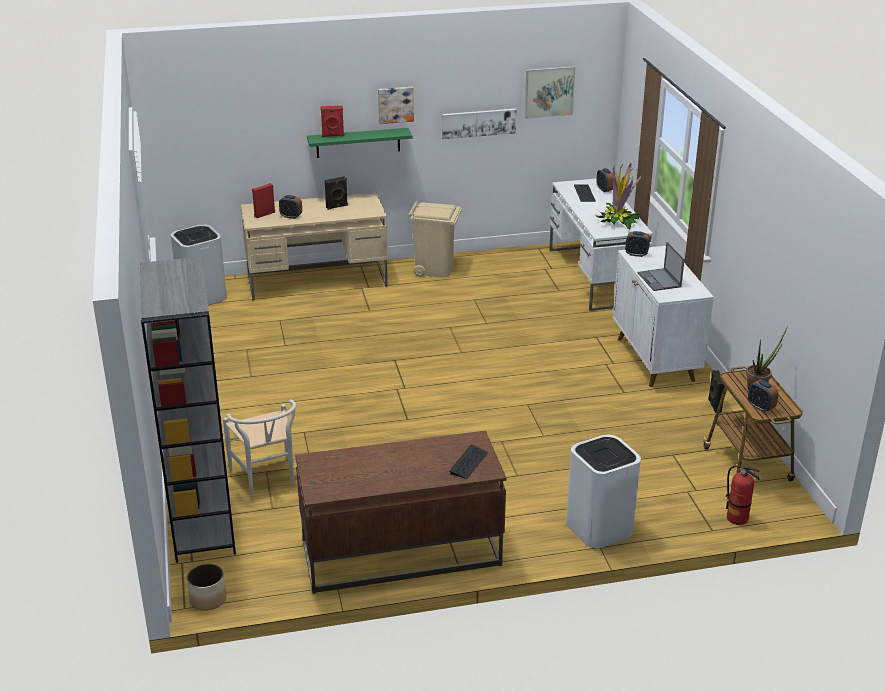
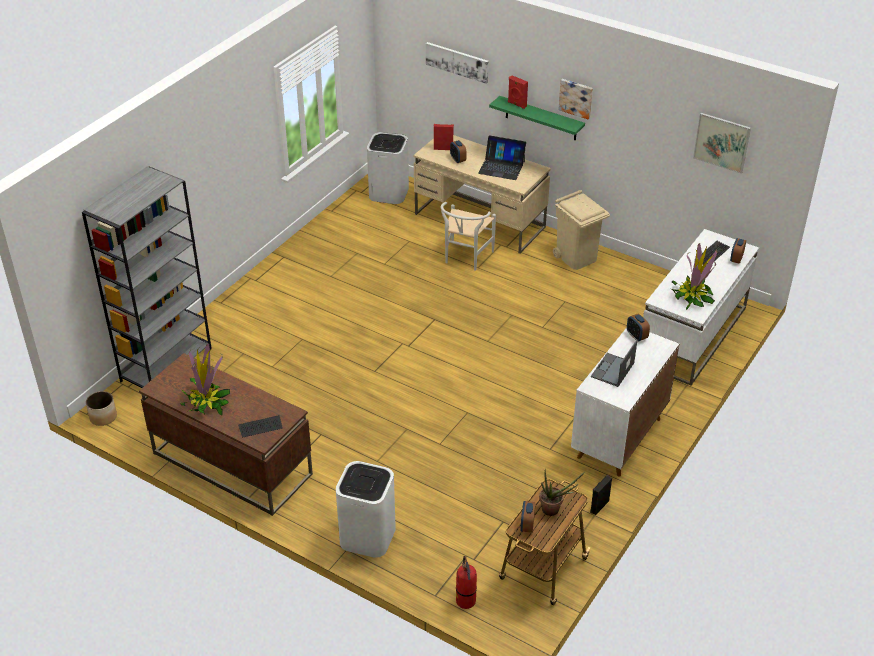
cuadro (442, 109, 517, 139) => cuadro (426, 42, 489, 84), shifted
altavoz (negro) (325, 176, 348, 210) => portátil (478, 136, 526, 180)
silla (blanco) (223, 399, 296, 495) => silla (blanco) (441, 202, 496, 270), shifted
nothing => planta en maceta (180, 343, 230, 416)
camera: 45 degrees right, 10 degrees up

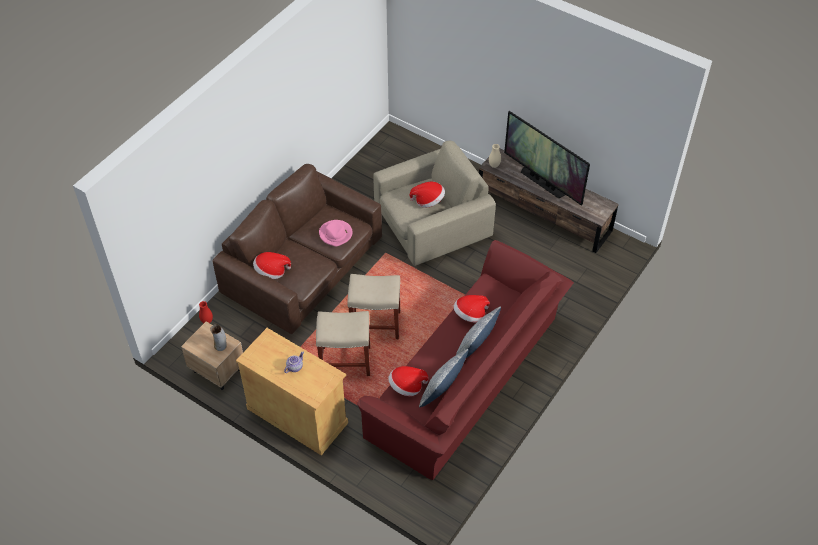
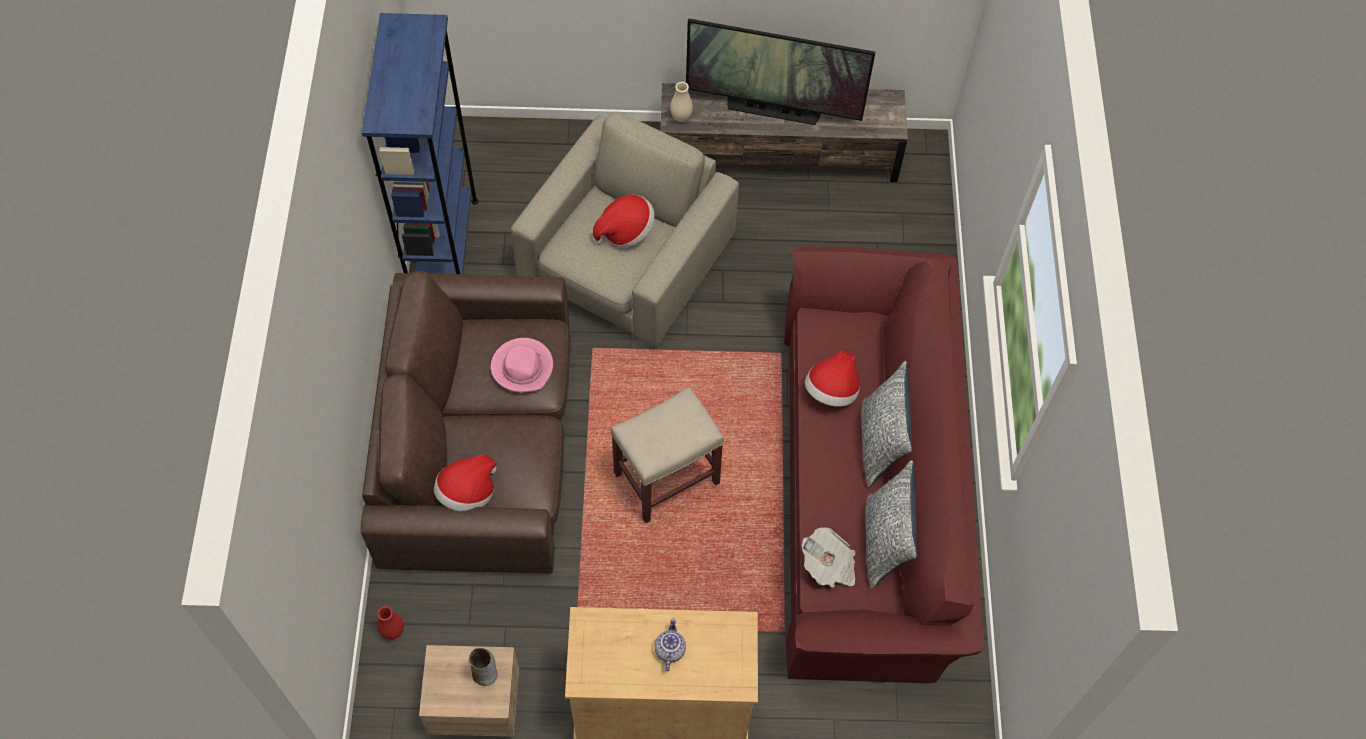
taburete (beis) (316, 311, 370, 376) => nothing
sombrero (388, 366, 429, 396) => periódico (802, 527, 855, 588)
nothing => estantería (azul) (362, 13, 479, 274)
camera: 35 degrees left, 10 degrees up

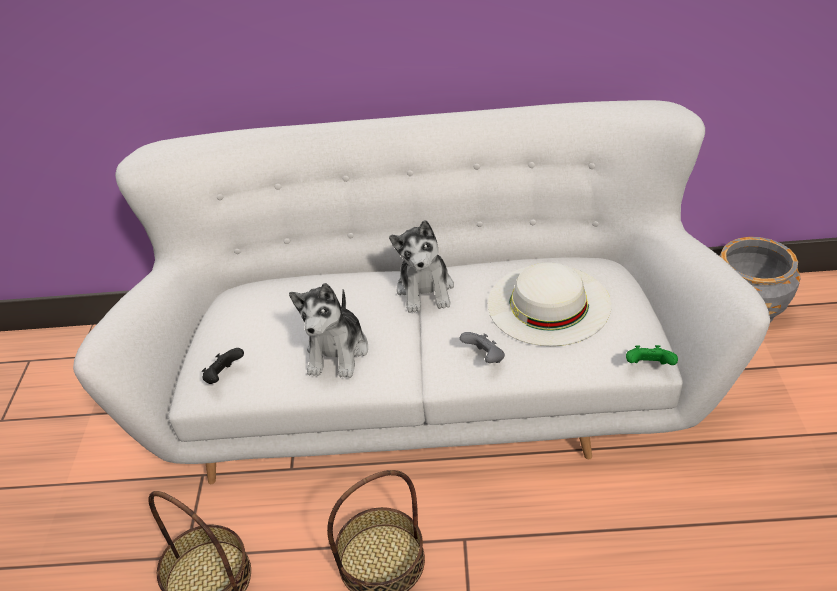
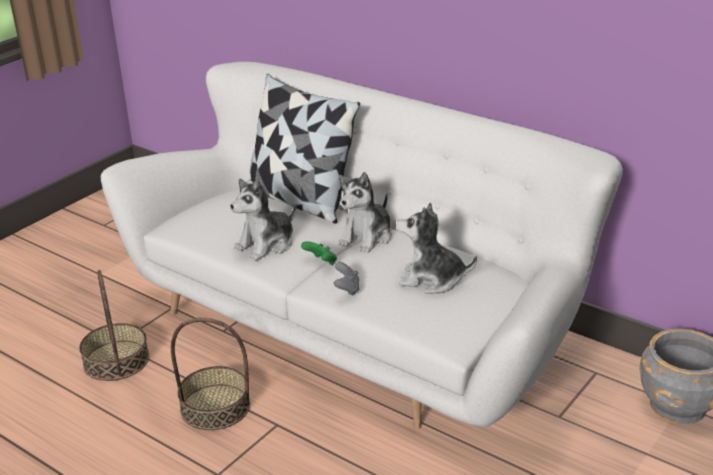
sombrero (blanco) (488, 262, 611, 346) => peluche (397, 202, 477, 294)
mando de consola (verde) (626, 345, 678, 365) => mando de consola (verde) (301, 241, 337, 265), shifted
mando de consola (negro) (202, 348, 244, 384) => nothing
nothing => cojín (246, 74, 360, 224)
camera: 35 degrees right, 10 degrees down

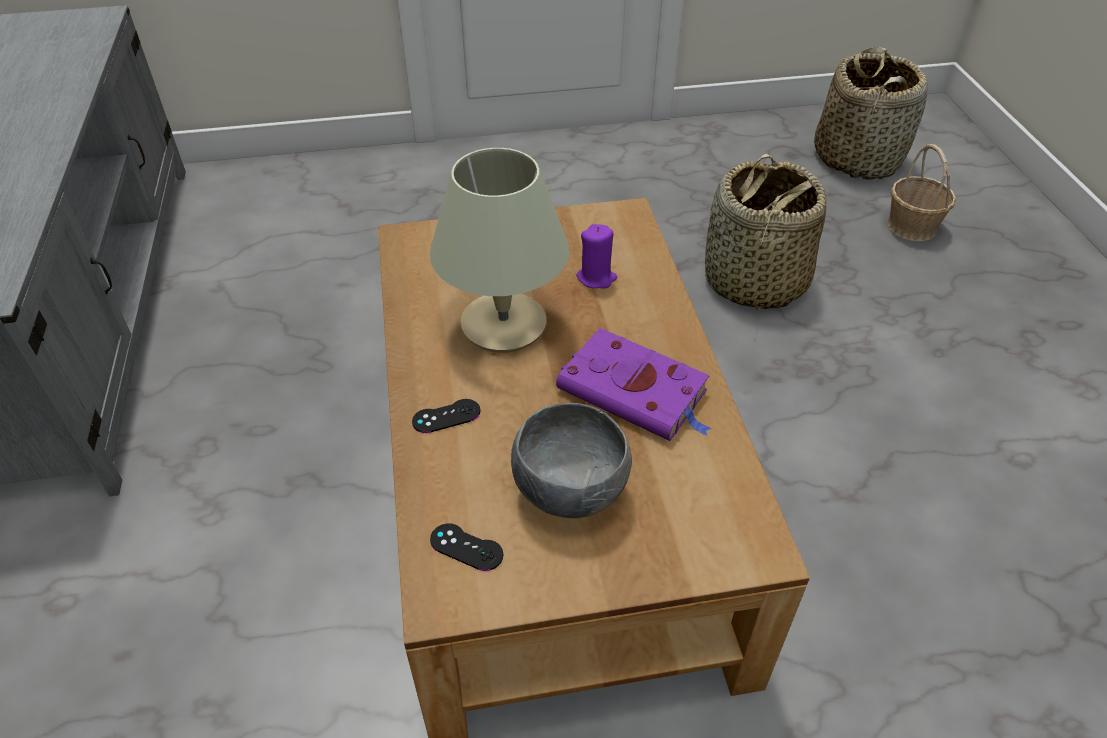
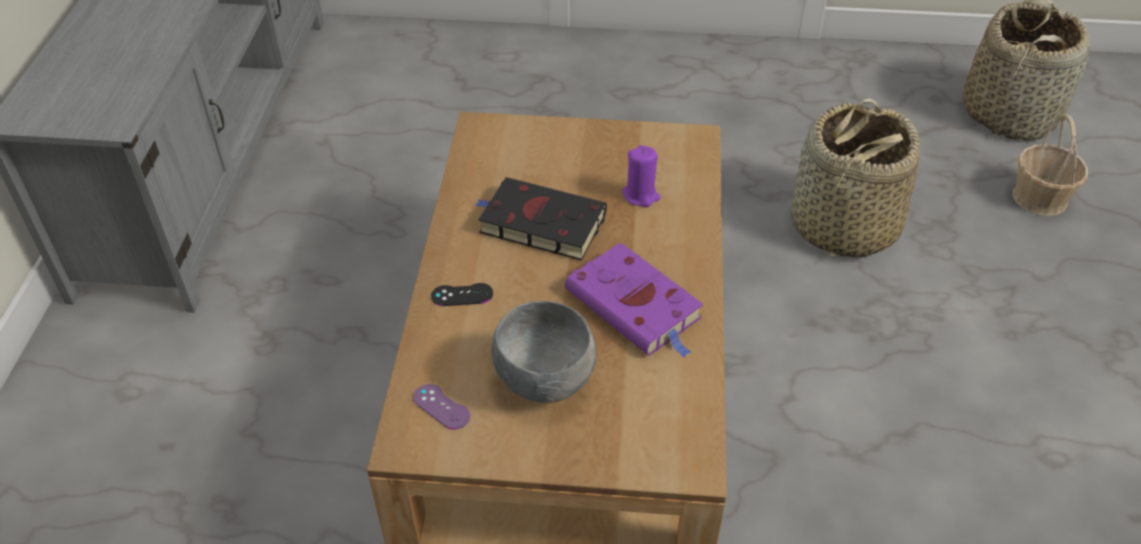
lámpara de mesa (beis) (430, 148, 569, 353) => libro (negro) (475, 177, 607, 261)
mando de consola (negro) (430, 523, 503, 571) => mando de consola (morado) (413, 384, 470, 429)
camera: 15 degrees right, 0 degrees up

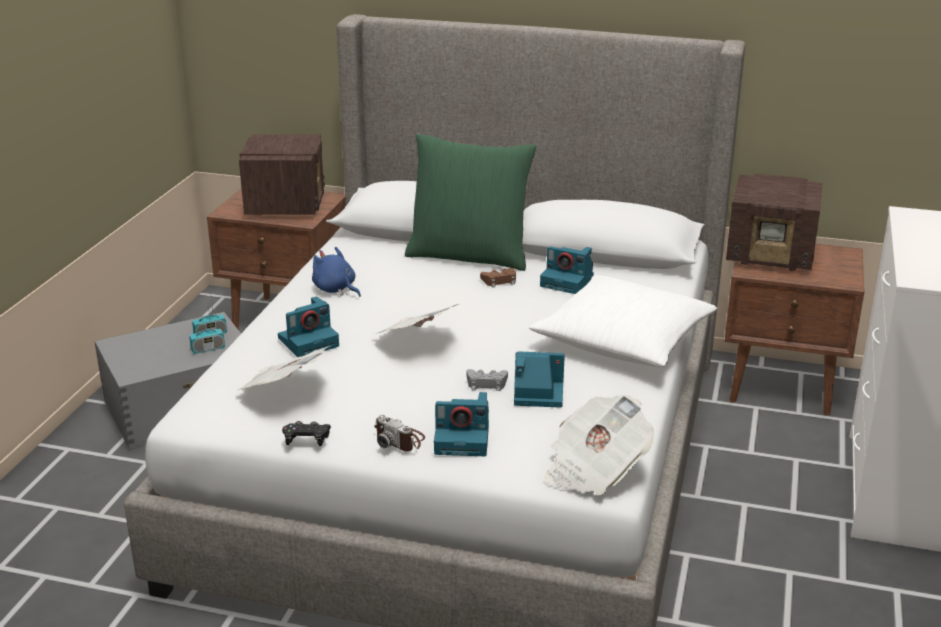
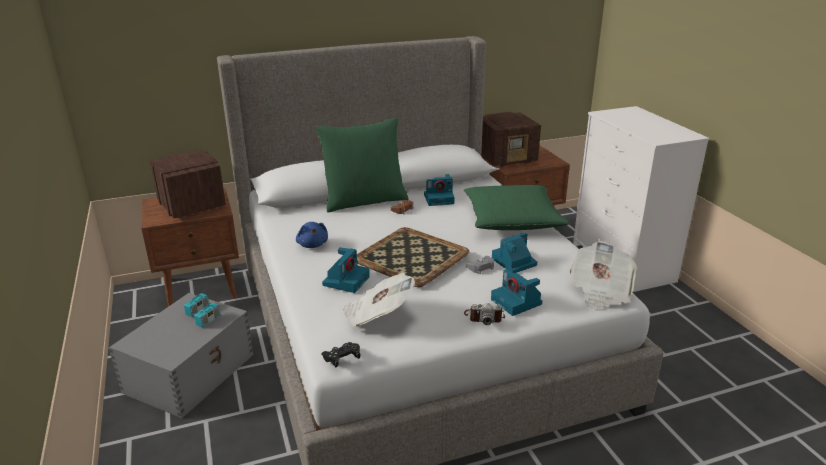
peluche (azul) (312, 247, 361, 297) => peluche (azul) (296, 222, 328, 248), 120 degrees counterclockwise
cojín (blanco) (529, 275, 718, 367) => cojín (verde) (464, 185, 570, 230)
periódico (375, 304, 458, 334) => bandeja (357, 227, 469, 287)
cámara (434, 392, 489, 456) => cámara (491, 269, 542, 316), 90 degrees clockwise
mando de consola (negro) (282, 421, 331, 446) => mando de consola (negro) (321, 342, 361, 368), shifted
camera: 35 degrees left, 0 degrees up

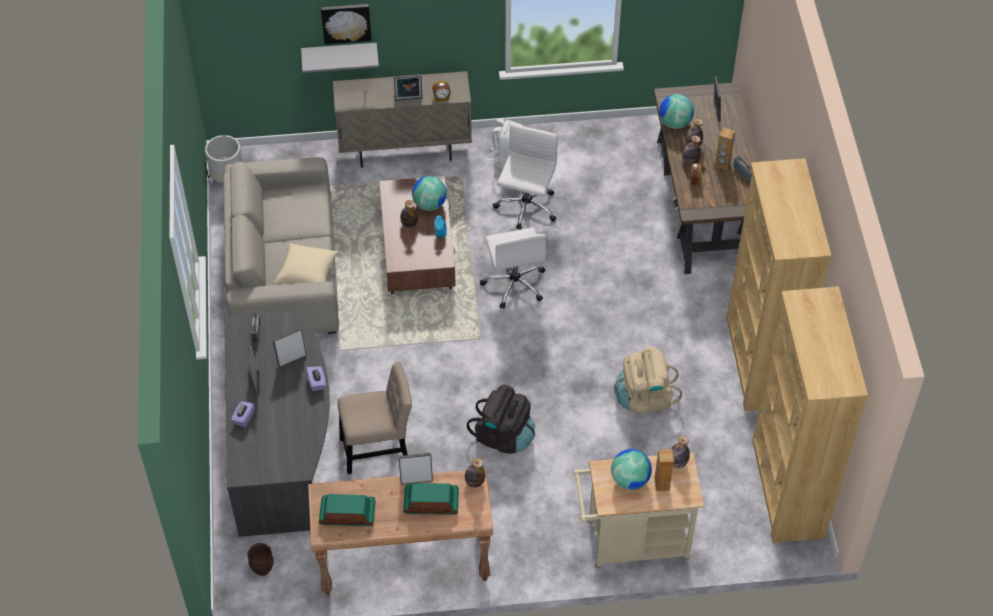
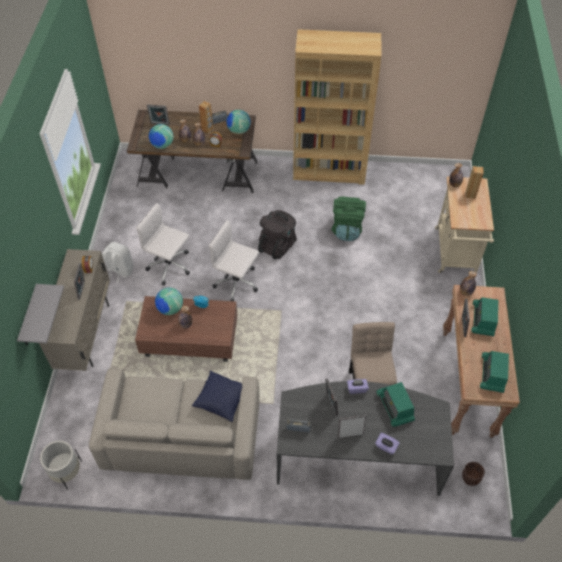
cuadro (321, 4, 372, 44) => nothing
silla de oficina (blanco) (480, 227, 547, 309) => silla de oficina (blanco) (209, 220, 259, 301), 150 degrees counterclockwise
cojín (beis) (273, 243, 338, 284) => cojín (azul) (192, 370, 242, 422)
estantería (marrón) (752, 286, 868, 543) => nothing
mochila (beis) (614, 347, 682, 413) => mochila (verde) (332, 196, 366, 241)
mochila (negro) (467, 385, 535, 454) => mochila (negro) (258, 210, 297, 259), shifted
globo terráqueo (611, 449, 652, 490) => globo terráqueo (226, 110, 251, 134), shifted
nothing => radio (376, 382, 415, 427)
camera: 80 degrees left, 0 degrees up

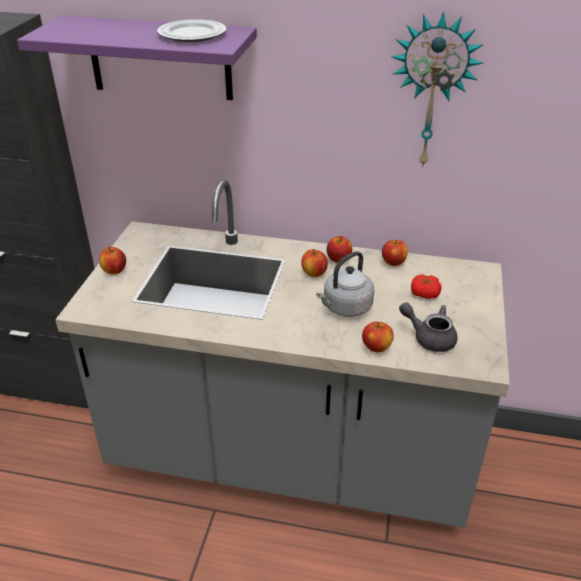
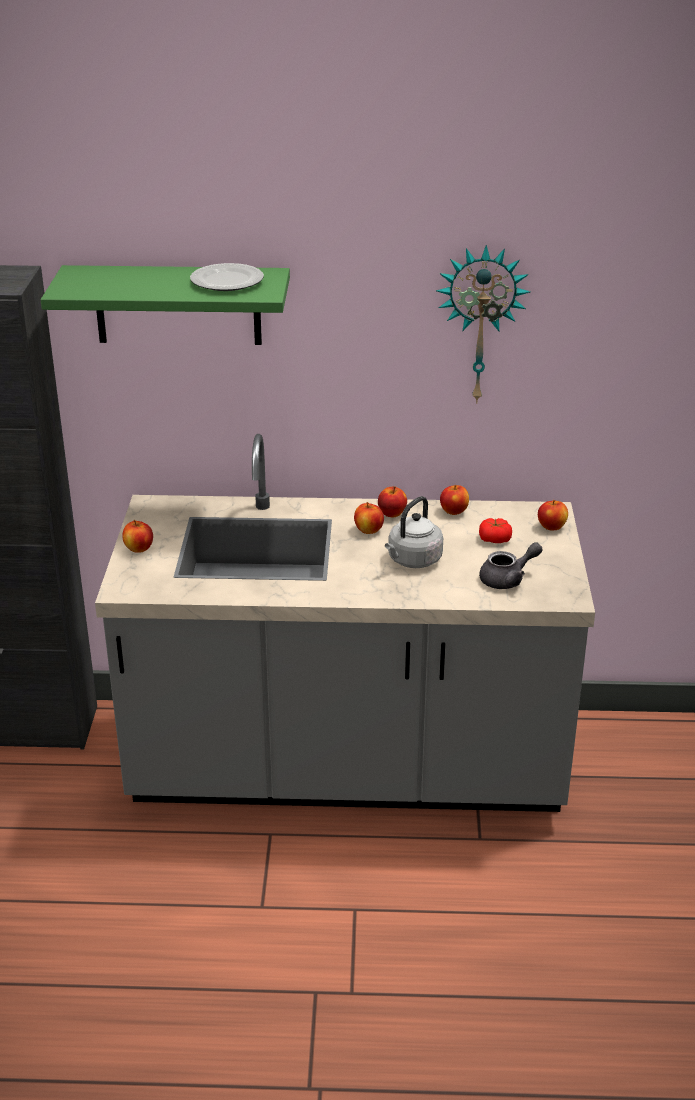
estante (morado) (17, 16, 257, 100) => estante (verde) (41, 265, 290, 345)
tetera (gris) (399, 302, 458, 352) => tetera (gris) (479, 542, 542, 589), 135 degrees clockwise
manzana (362, 322, 394, 352) => manzana (538, 500, 568, 530), shifted
camera: 10 degrees left, 5 degrees down

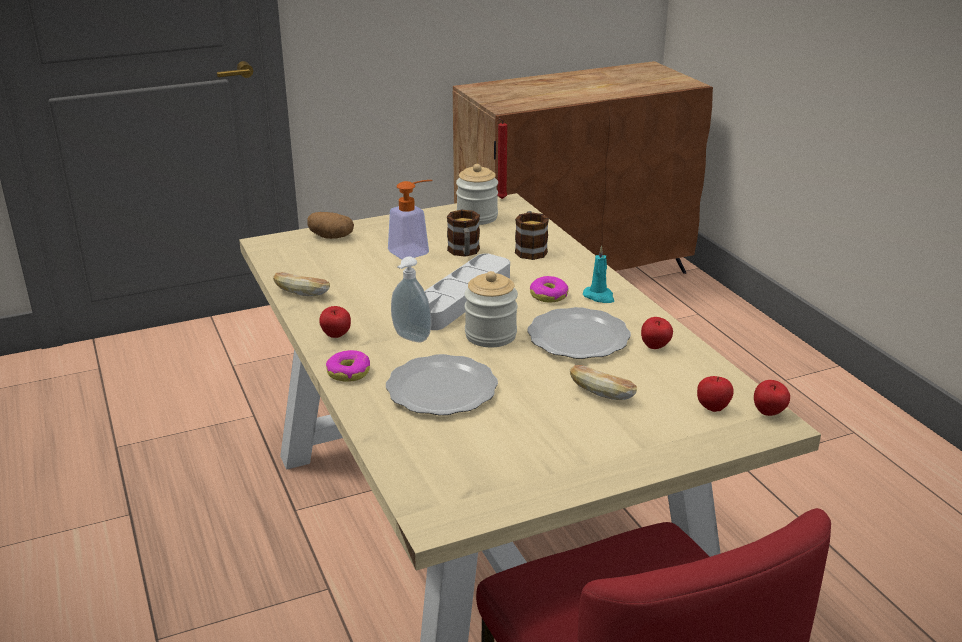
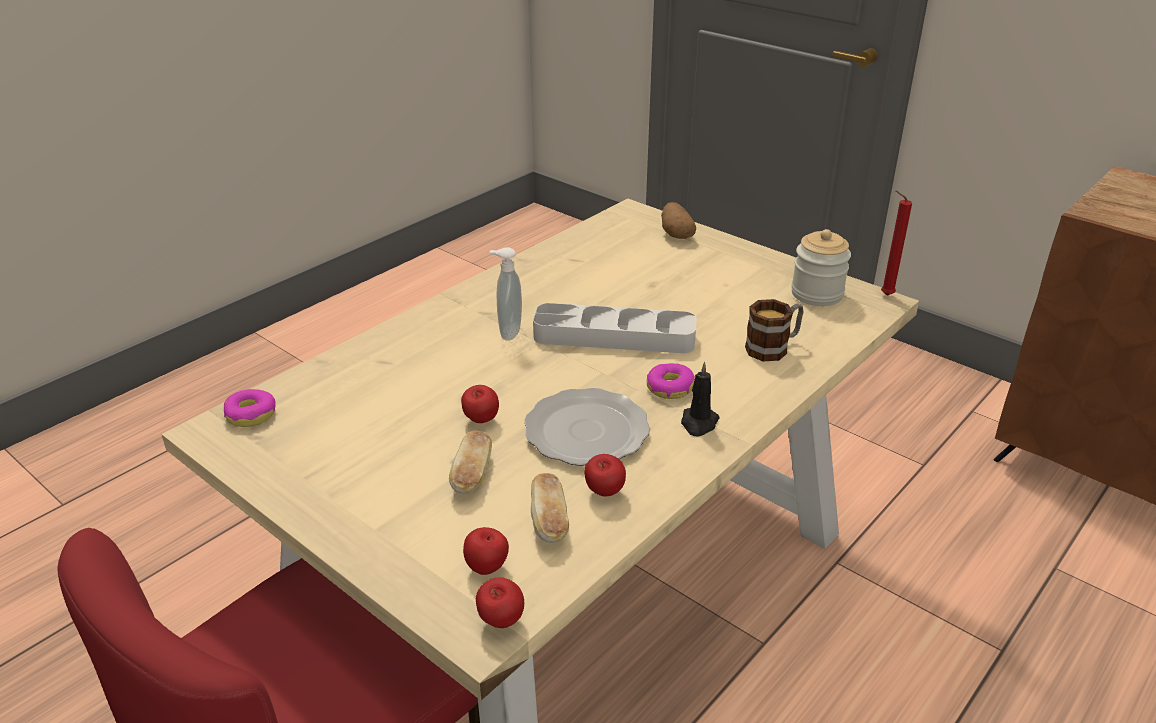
dispensador de jabón (388, 180, 433, 260) => nothing
taza grande (447, 210, 480, 257) => nothing
vela (turquesa) (583, 246, 614, 303) => vela (negro) (681, 362, 720, 436)
tarro (464, 271, 518, 347) => nothing
pan (273, 272, 330, 296) => pan (531, 473, 569, 543), shifted
manzana (319, 306, 351, 338) => manzana (461, 385, 499, 423), shifted
rosquilla (326, 350, 370, 382) => rosquilla (224, 389, 276, 427), shifted
plato (386, 354, 498, 415) => nothing
camera: 65 degrees right, 5 degrees up

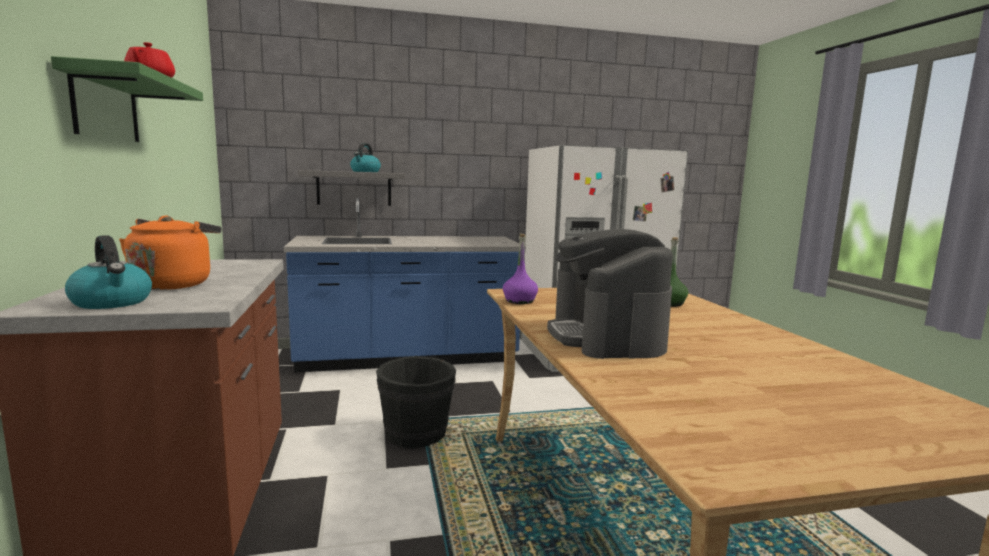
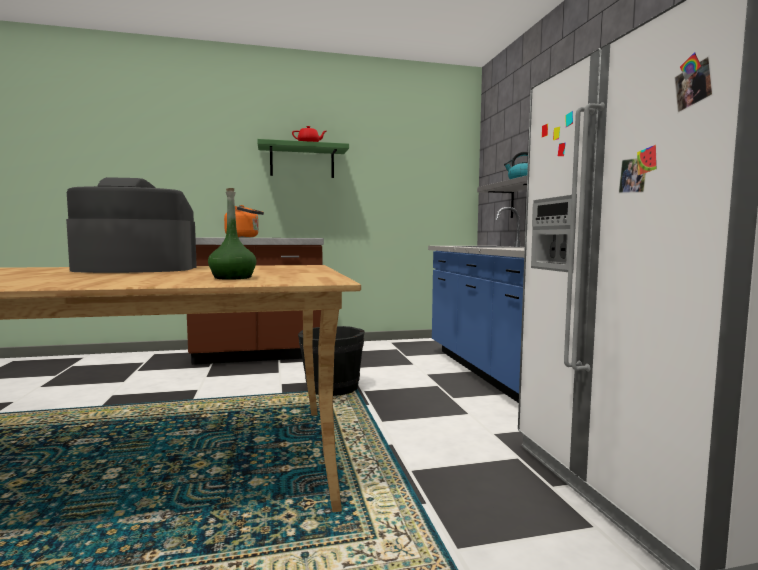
botella (morado) (503, 234, 538, 304) => nothing
hervidor (65, 235, 152, 309) => nothing
camera: 90 degrees right, 5 degrees down

